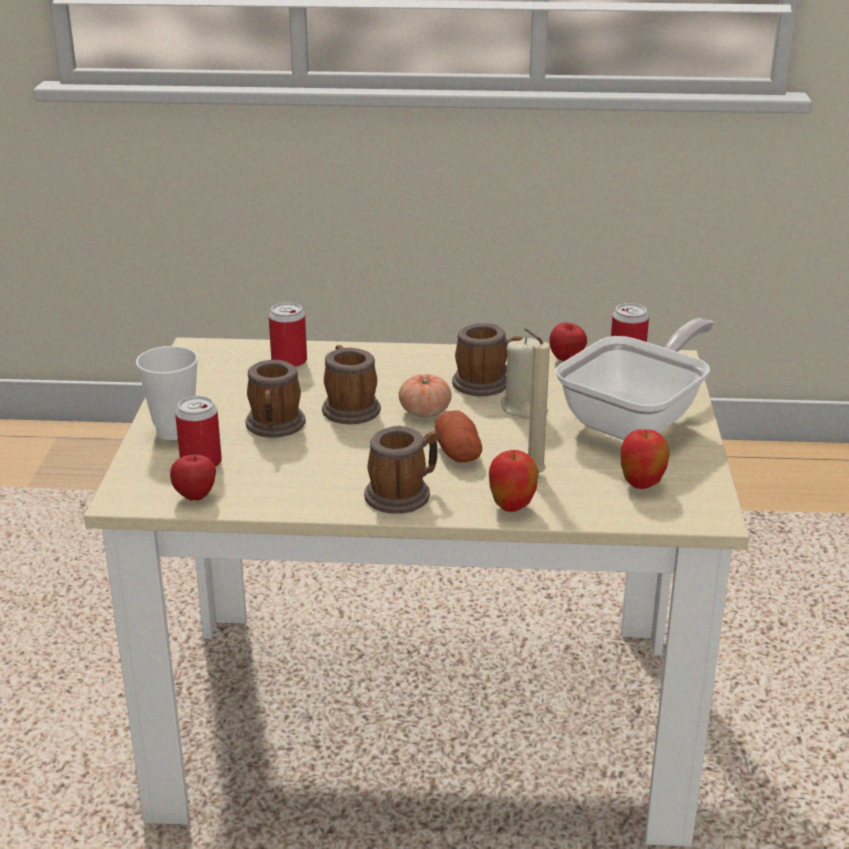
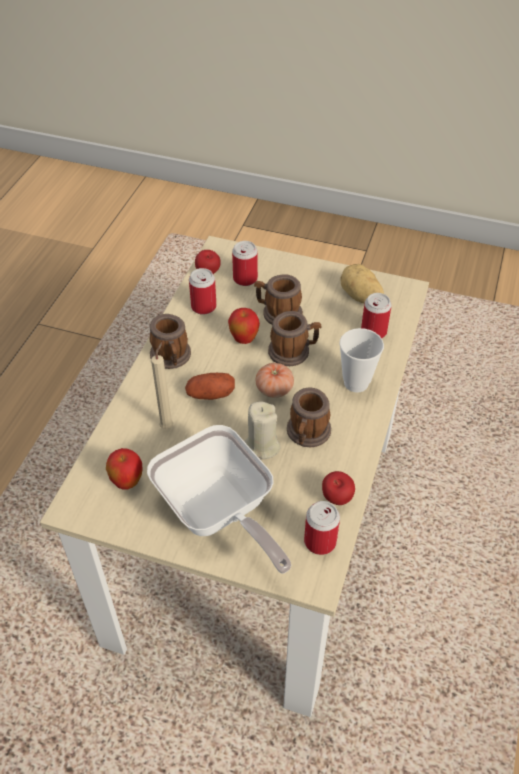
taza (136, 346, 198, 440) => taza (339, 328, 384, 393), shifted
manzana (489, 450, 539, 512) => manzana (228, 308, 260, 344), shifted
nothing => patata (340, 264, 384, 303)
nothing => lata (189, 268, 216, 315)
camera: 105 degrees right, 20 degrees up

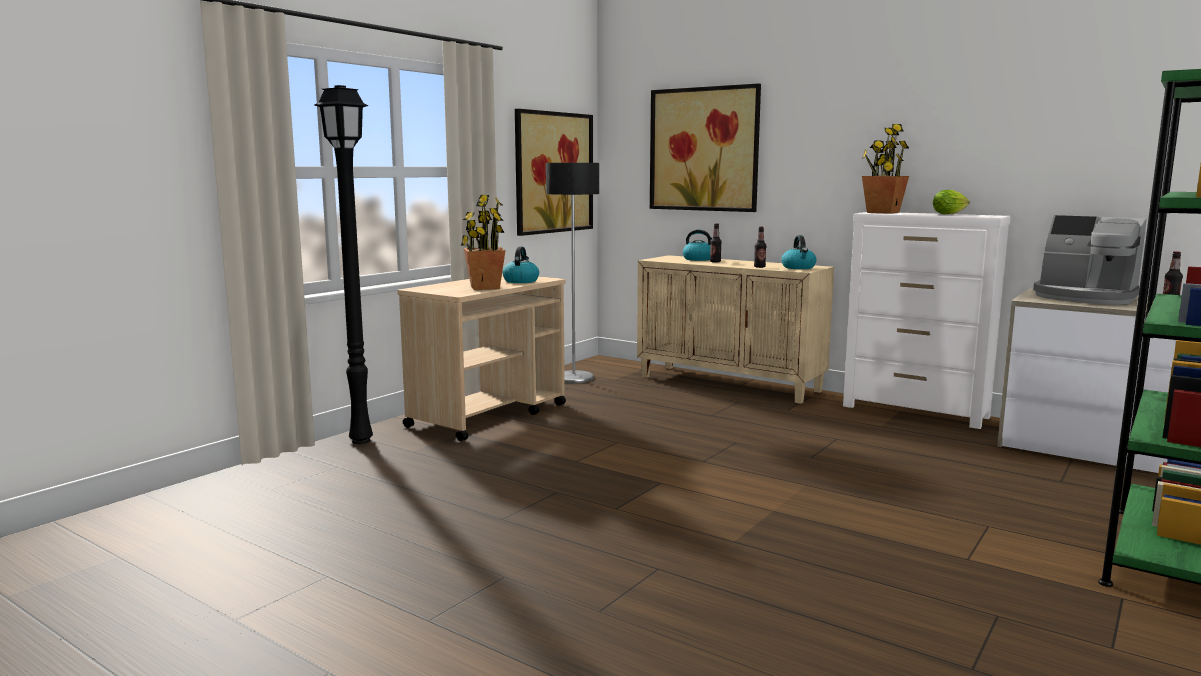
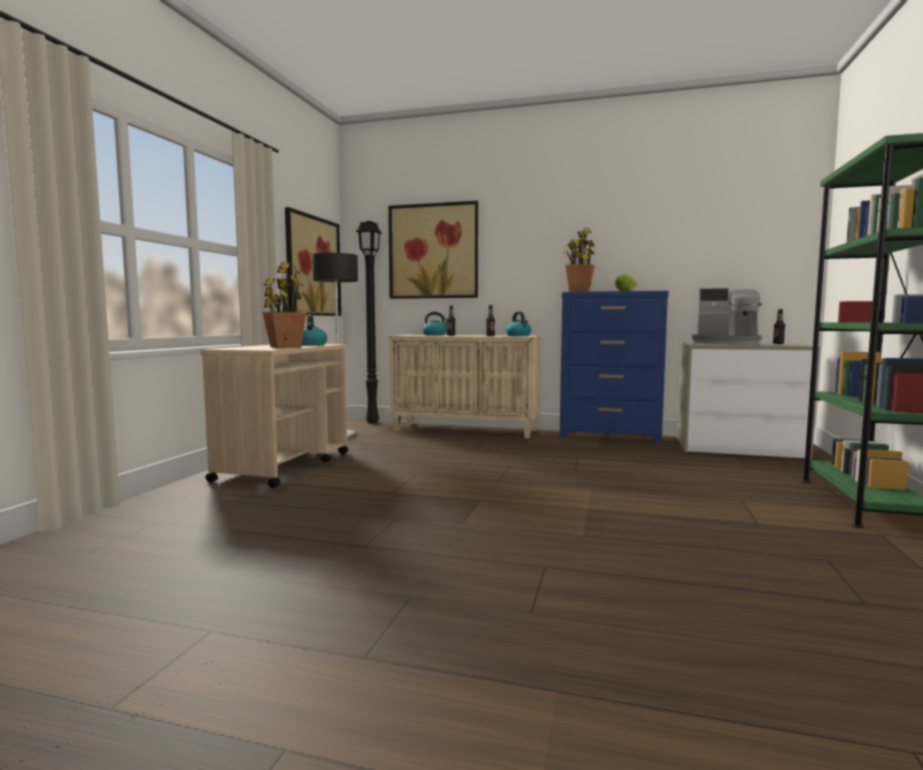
lámpara de pie (negro) (315, 85, 373, 444) => lámpara de pie (negro) (356, 221, 382, 424), shifted
cómoda (blanco) (843, 212, 1011, 429) => cómoda (azul) (560, 291, 669, 443)
camera: 20 degrees left, 5 degrees down

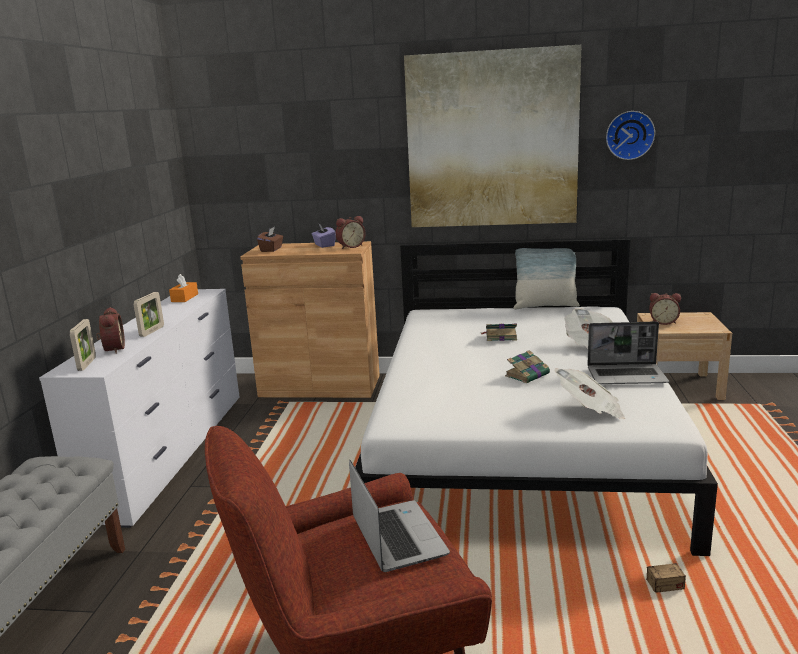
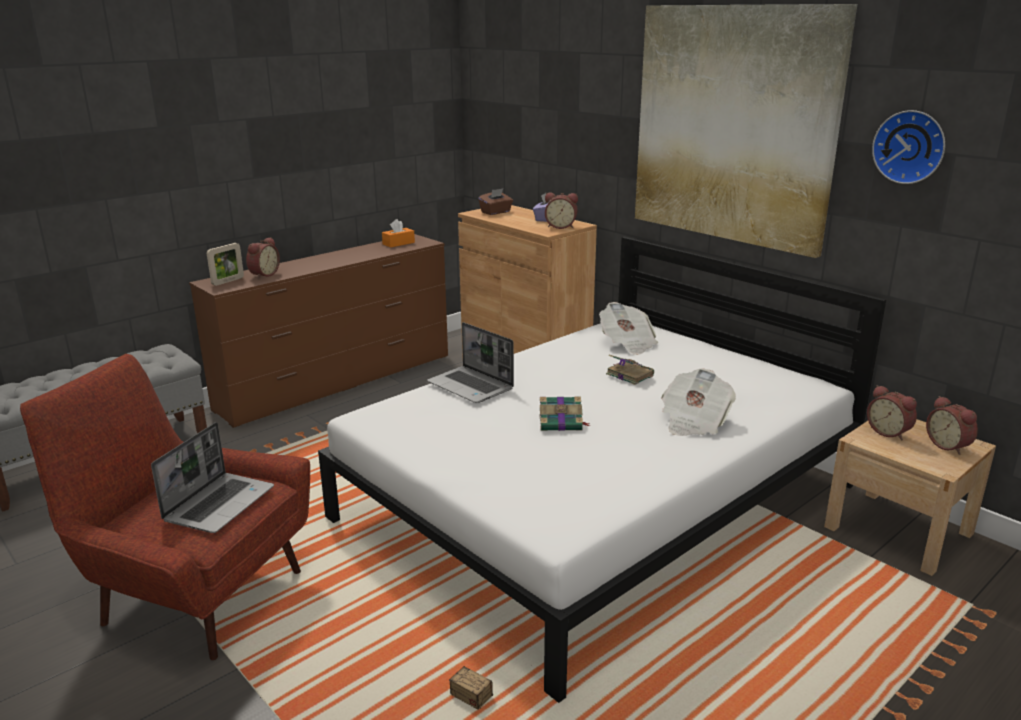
cojín (513, 248, 580, 310) => nothing
cómoda (blanco) (39, 289, 240, 528) => cómoda (marrón) (189, 234, 448, 428)
portarretratos (134, 292, 164, 337) => nothing
portátil (587, 321, 669, 384) => portátil (427, 322, 514, 403), shifted
periódico (555, 368, 626, 419) => periódico (599, 302, 658, 355), shifted
nothing => despertador (926, 396, 978, 455)
camera: 40 degrees right, 5 degrees up

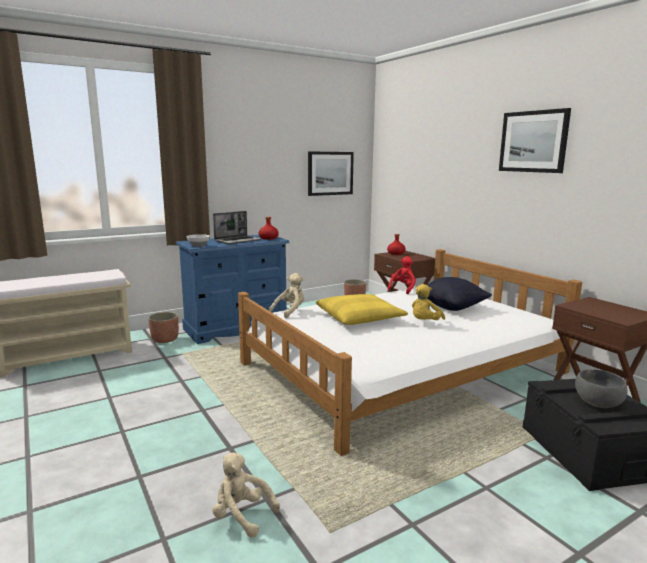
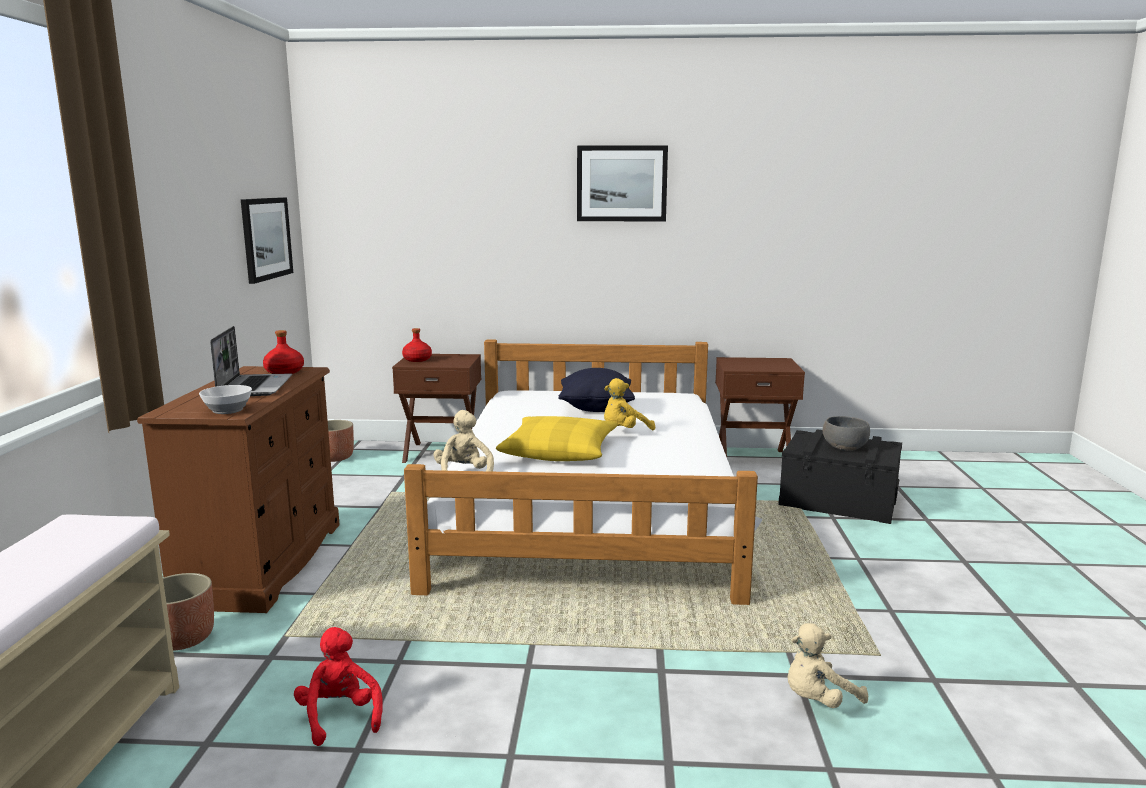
cómoda (azul) (176, 235, 289, 344) => cómoda (marrón) (137, 366, 340, 613)
peluche (rojo) (387, 256, 416, 294) => peluche (rojo) (294, 627, 383, 746), shifted
peluche (amarillo) (412, 284, 445, 320) => peluche (amarillo) (604, 378, 655, 431), 75 degrees clockwise
camera: 55 degrees left, 0 degrees up

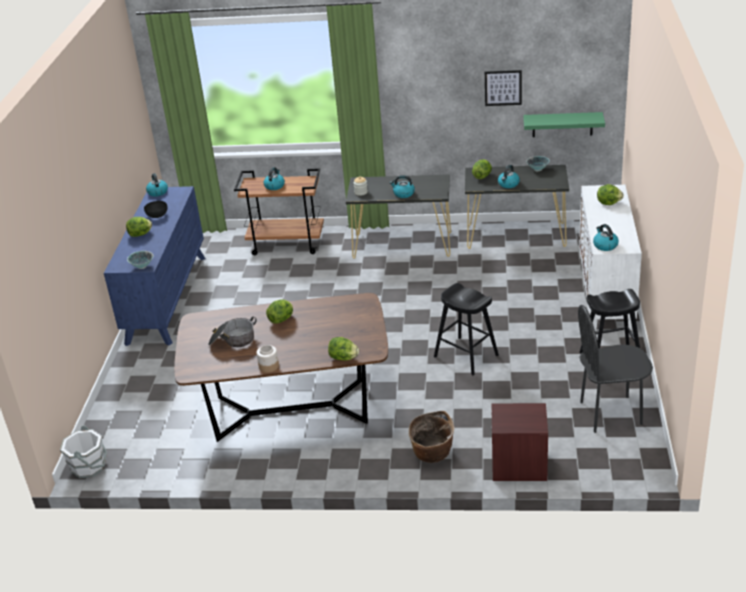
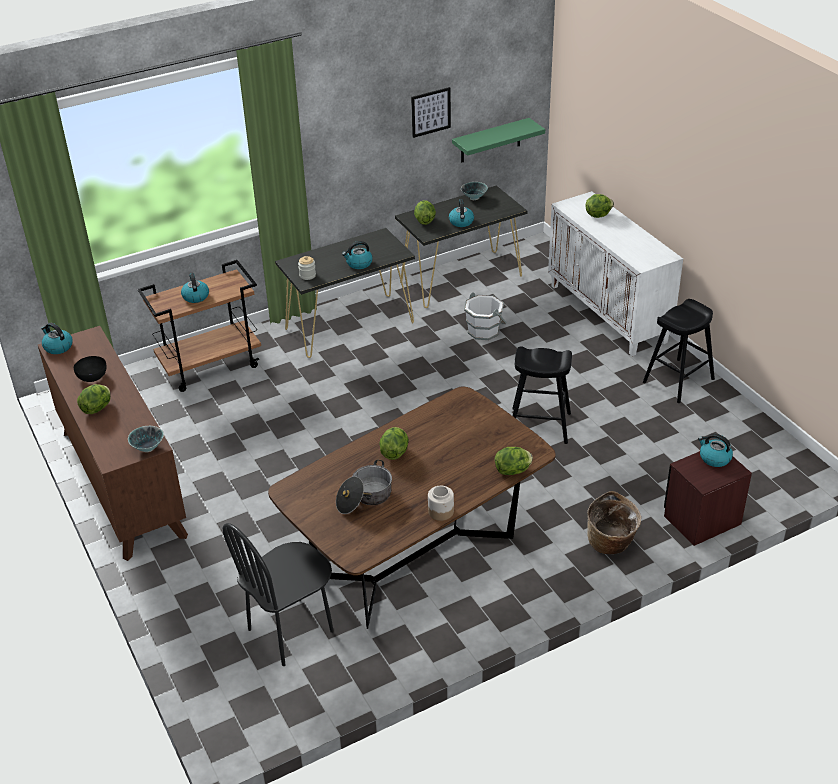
cómoda (azul) (104, 186, 205, 346) => cómoda (marrón) (38, 326, 188, 561)
hervidor (593, 224, 619, 251) => hervidor (698, 434, 733, 467), shifted
silla (negro) (578, 305, 653, 433) => silla (negro) (223, 523, 334, 666), shifted
cubo (blanco) (60, 425, 107, 478) => cubo (blanco) (464, 292, 507, 340), shifted
camera: 35 degrees left, 5 degrees up

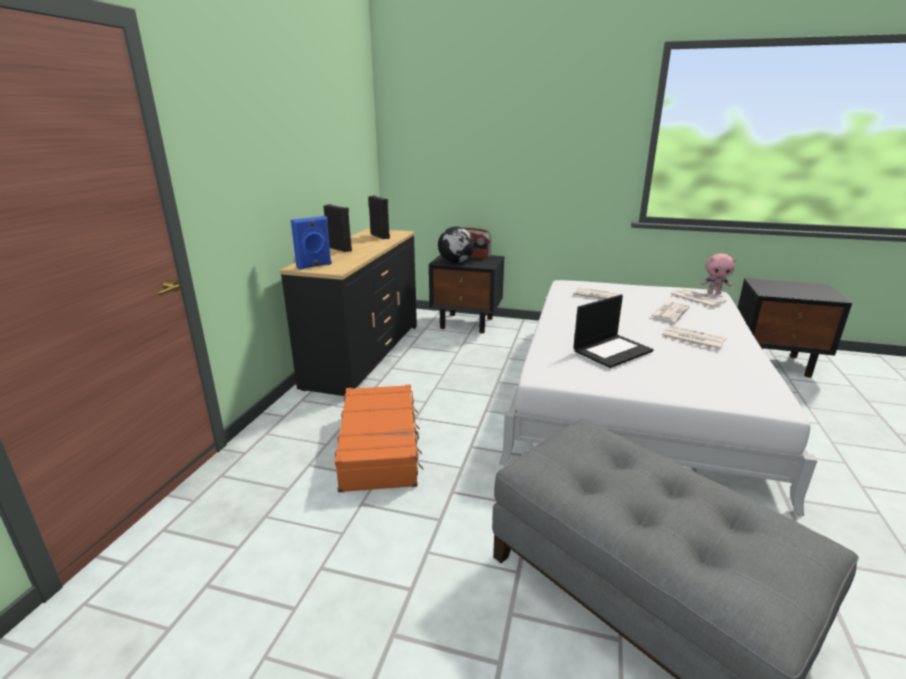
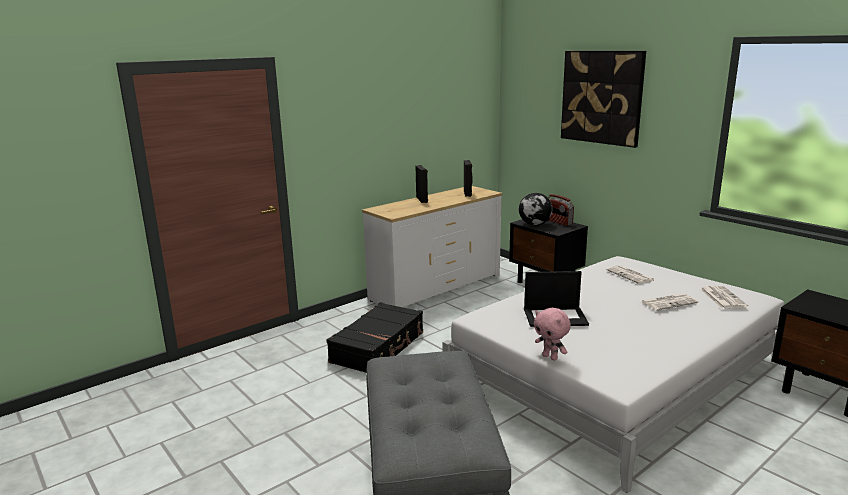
altavoz (azul) (291, 216, 332, 270) => nothing
cómoda (negro) (279, 229, 417, 396) => cómoda (blanco) (362, 186, 502, 307)
peluche (rosa) (701, 253, 737, 294) => peluche (rosa) (534, 308, 571, 361), shifted
periódico (661, 325, 726, 350) => nothing
maleta (naranja) (335, 385, 423, 493) => maleta (negro) (327, 302, 423, 373)
nothing => cuadro (561, 51, 646, 148)
camera: 35 degrees right, 5 degrees down

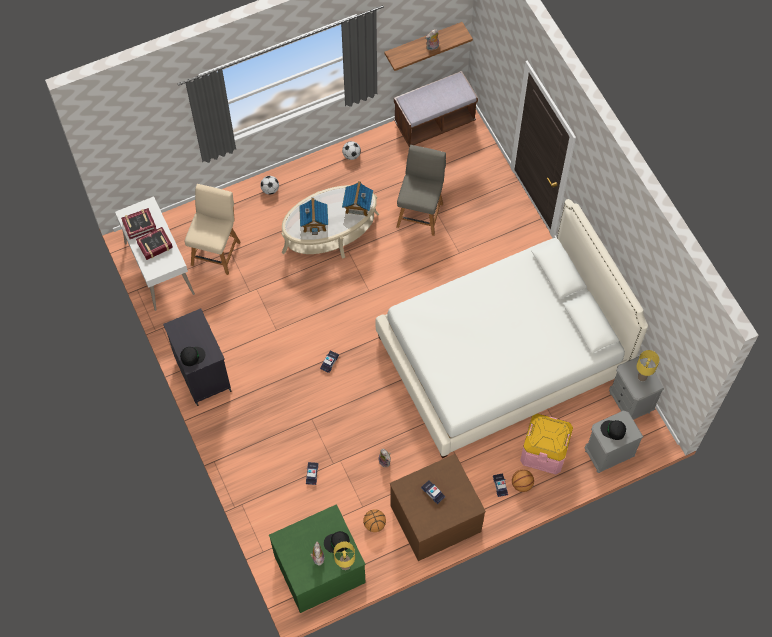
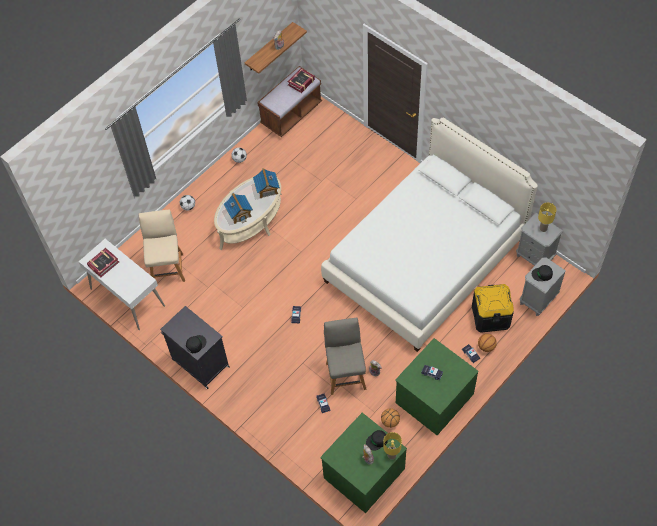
silla (gris) (396, 145, 446, 236) => silla (gris) (324, 318, 366, 395), shifted
libro (136, 227, 173, 260) => libro (288, 68, 315, 93), shifted
caja de almacenaje (rosa) (520, 414, 573, 475) => caja de almacenaje (negro) (472, 284, 514, 333)
cómoda (marrón) (390, 454, 486, 561) => cómoda (verde) (395, 338, 479, 435)
camera: 20 degrees left, 5 degrees down

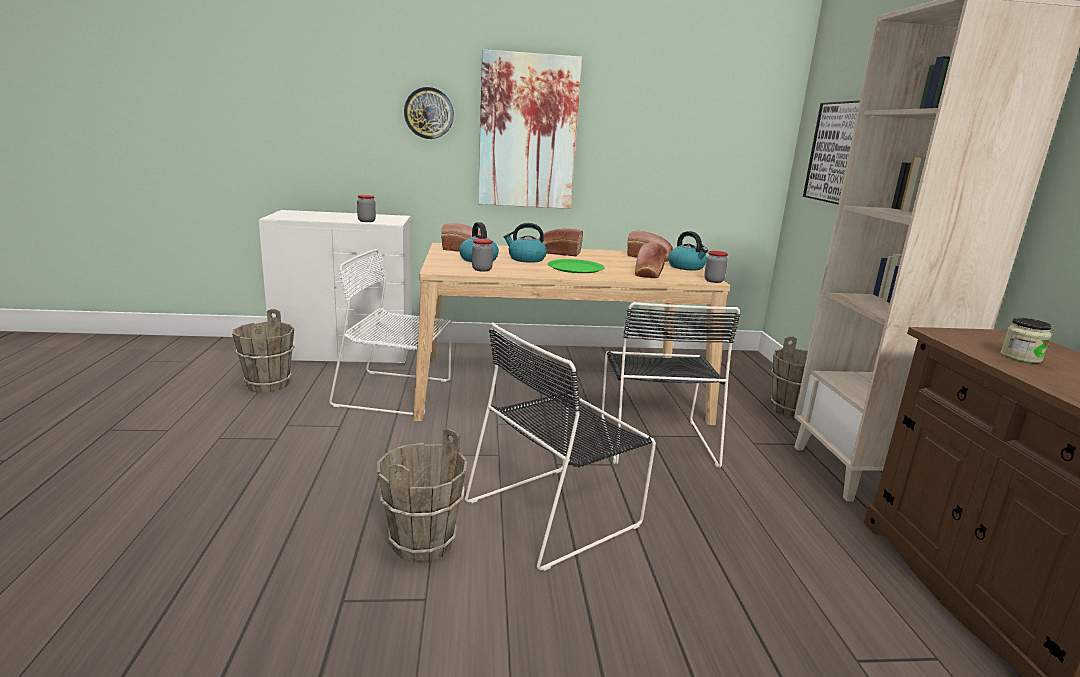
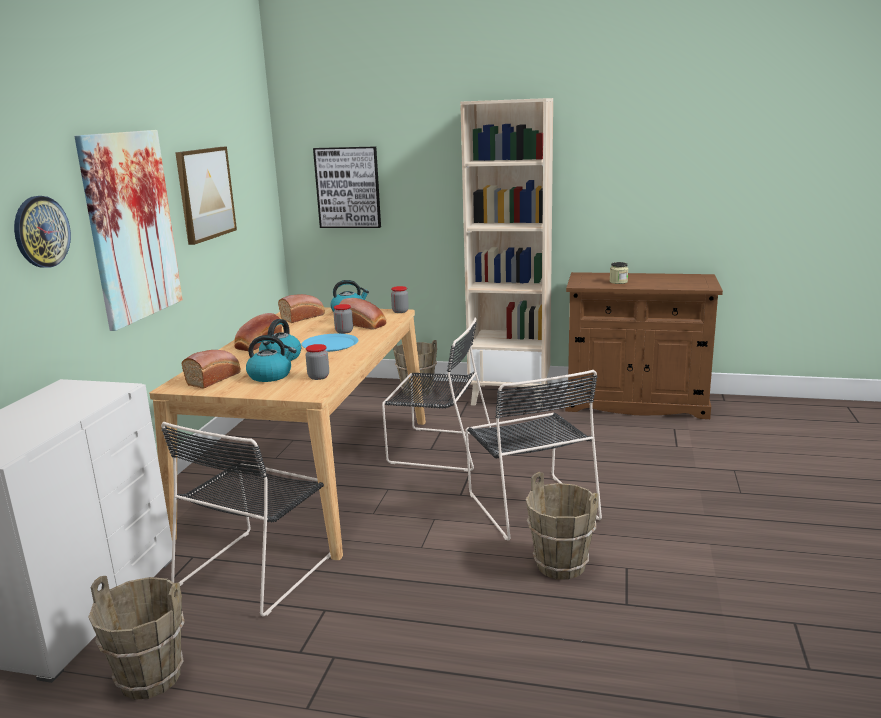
tarro (357, 195, 376, 222) => tarro (334, 304, 353, 334), shifted
silla (blanco) (329, 249, 452, 415) => silla (negro) (161, 422, 331, 617)
plato (verde) (548, 259, 604, 273) => plato (azul) (302, 334, 358, 352)
nothing => cuadro (175, 147, 237, 245)
camera: 70 degrees left, 0 degrees up

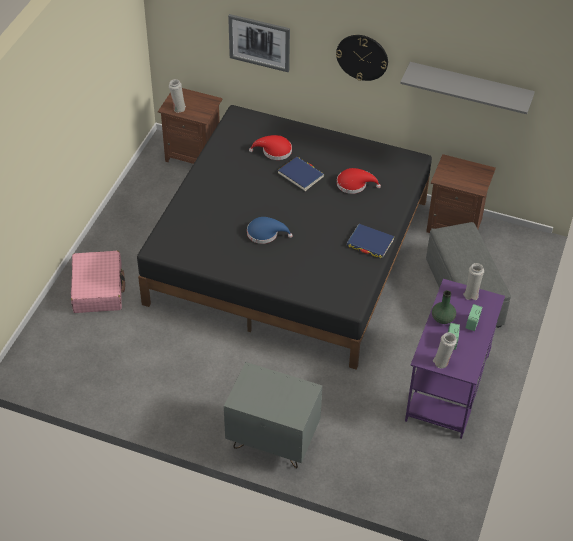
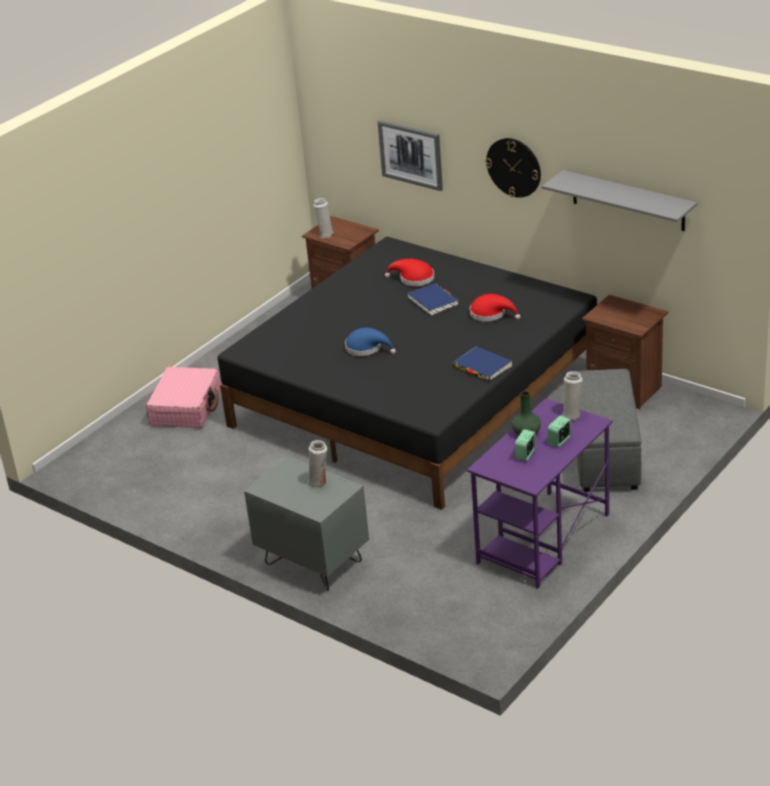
florero (blanco) (433, 332, 457, 369) => florero (blanco) (308, 440, 327, 488), shifted
camera: 20 degrees right, 15 degrees down

